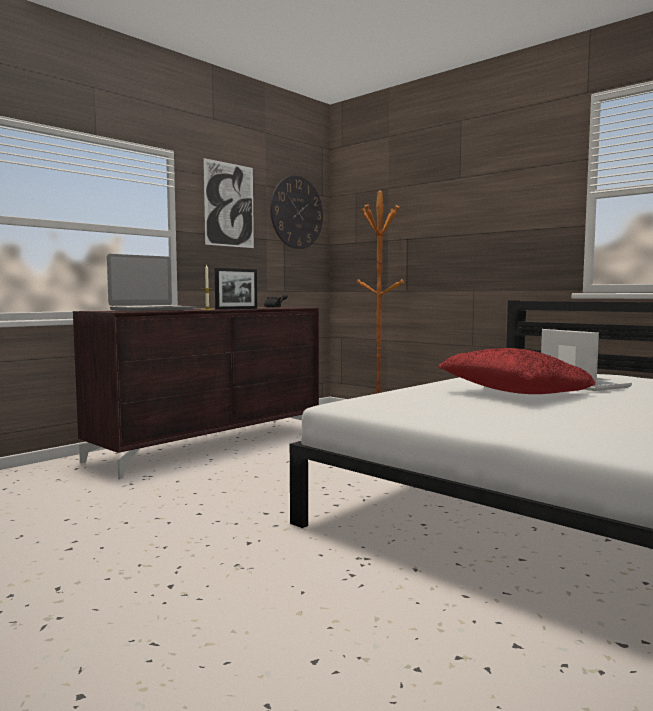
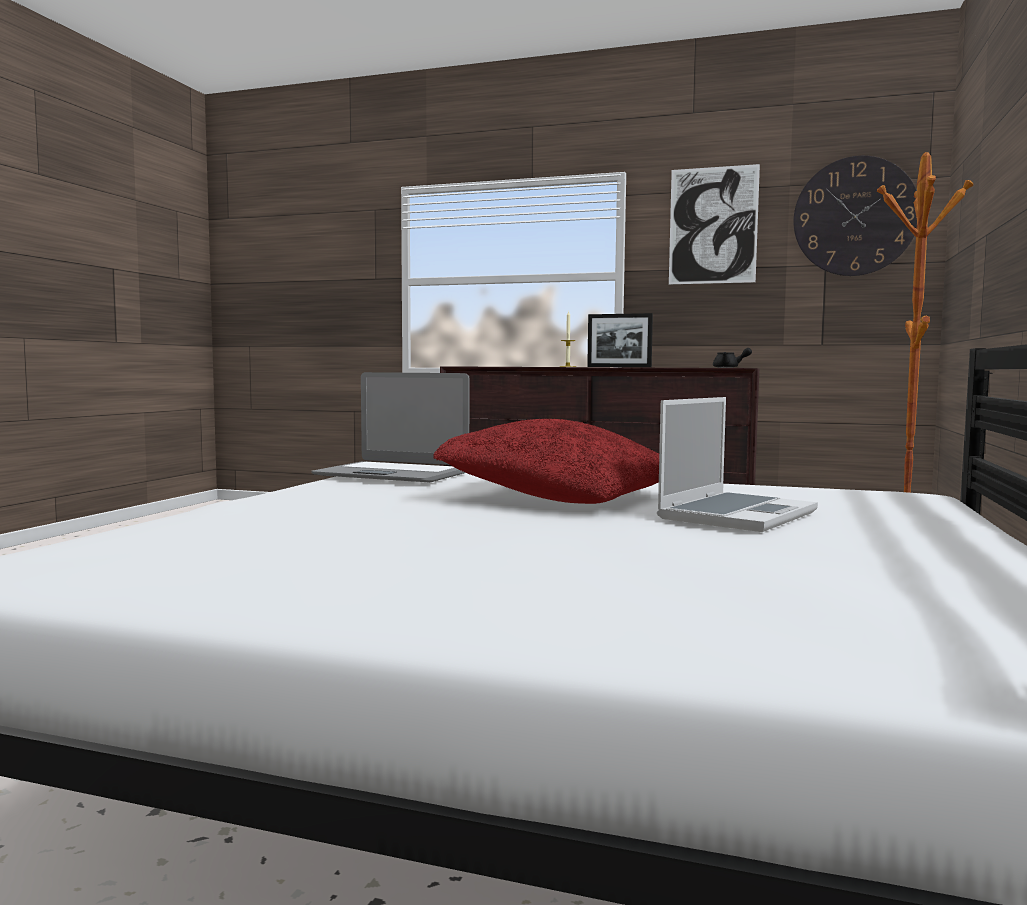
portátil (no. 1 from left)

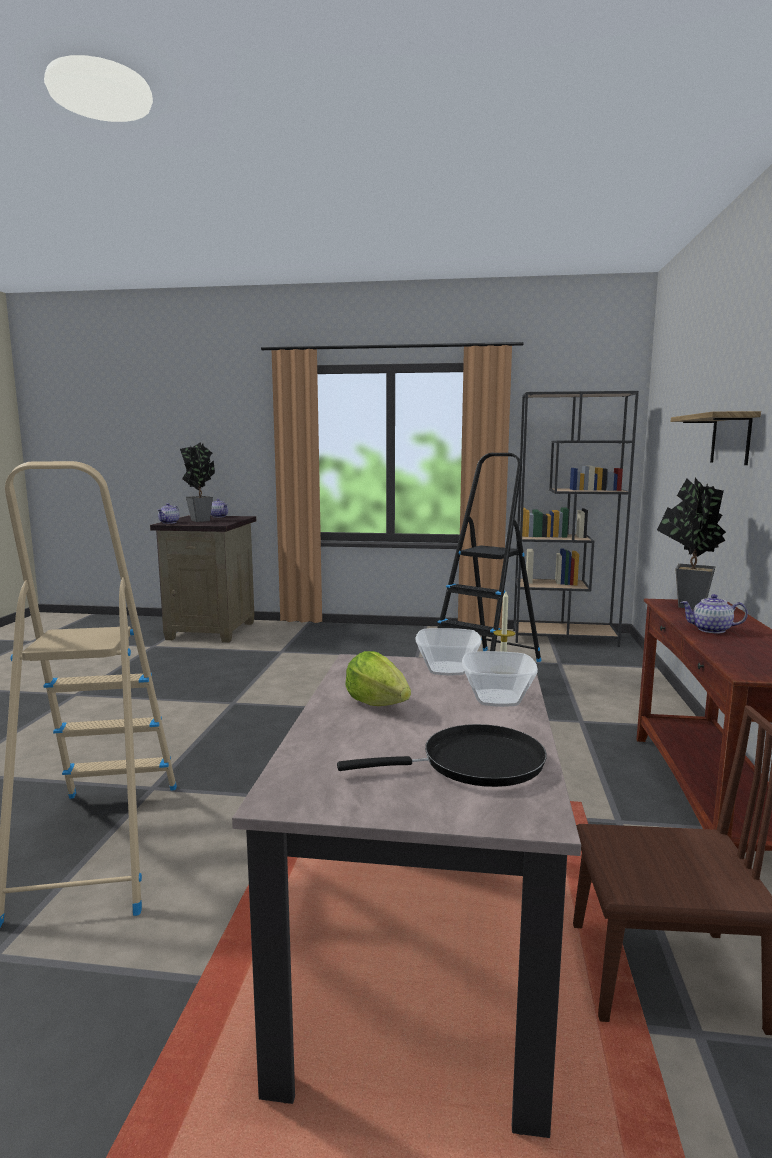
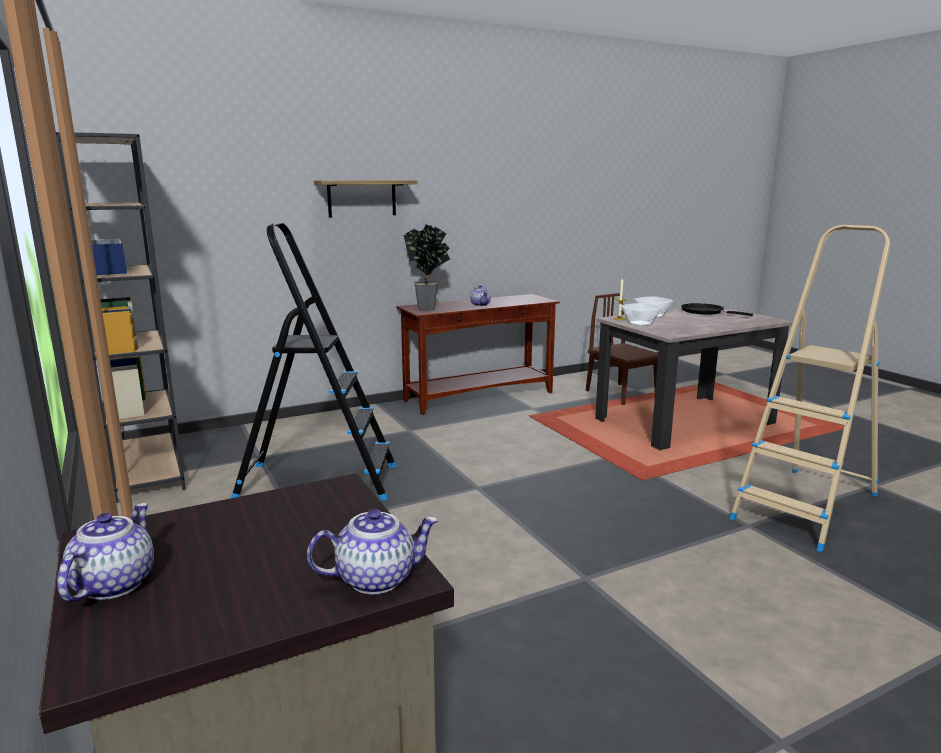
planta en maceta (no. 1 from left in the first image)
lechuga

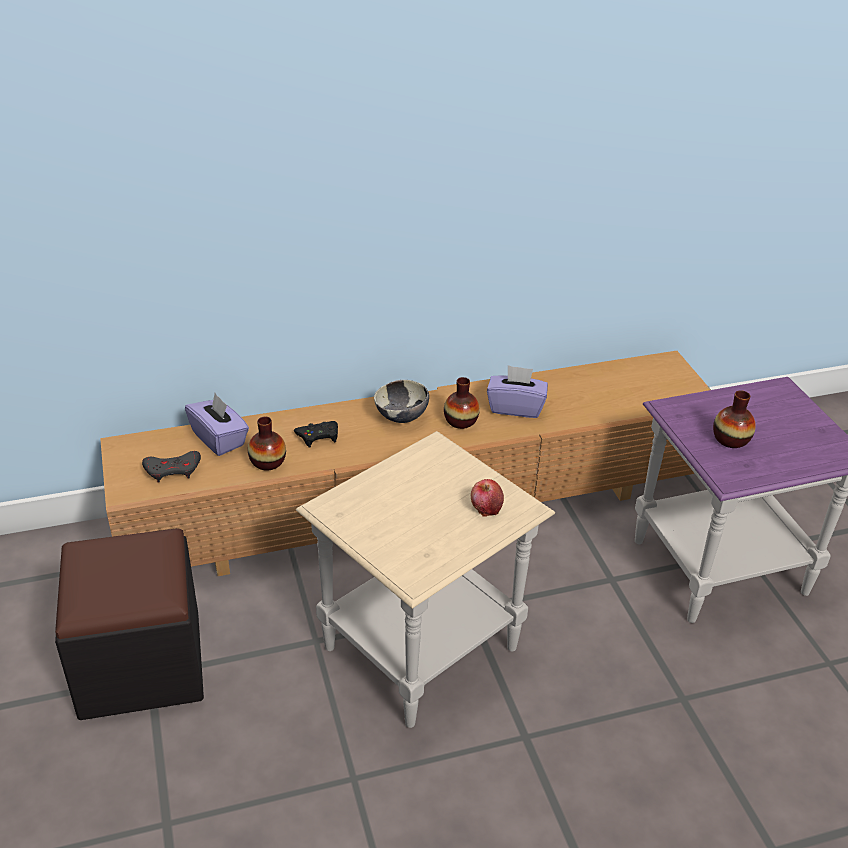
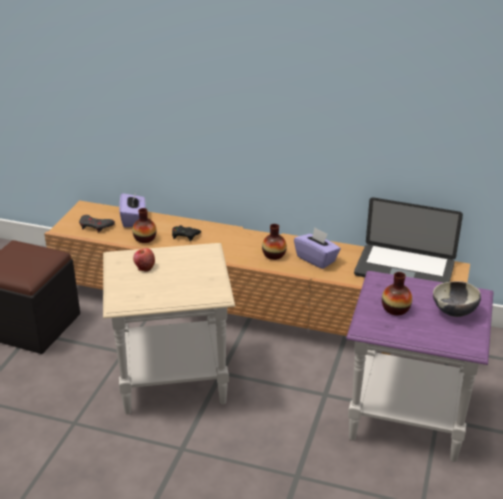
manzana
portátil
cuenco

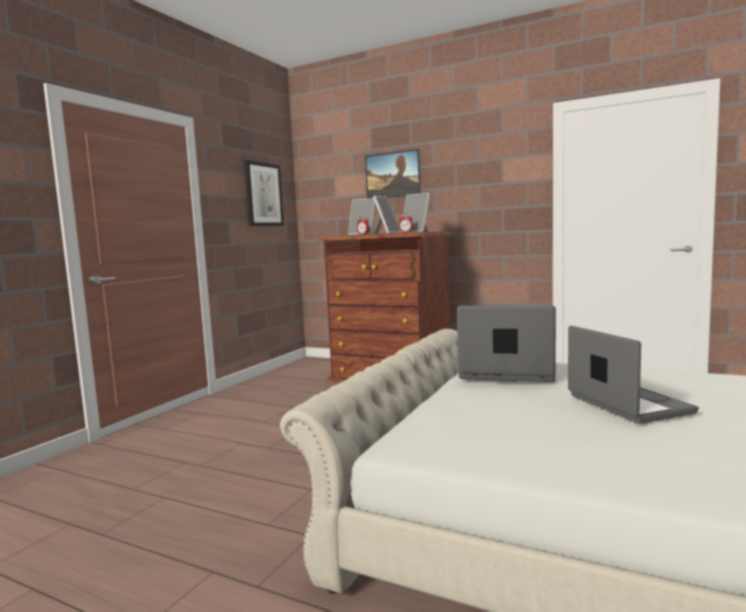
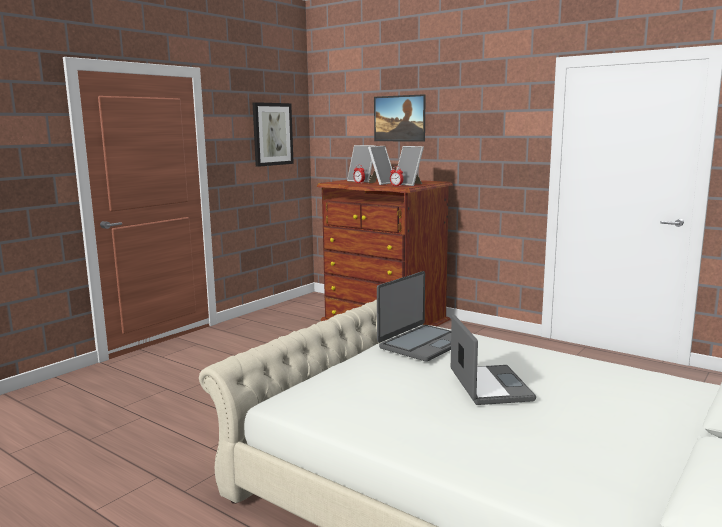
portátil (no. 1 from left)

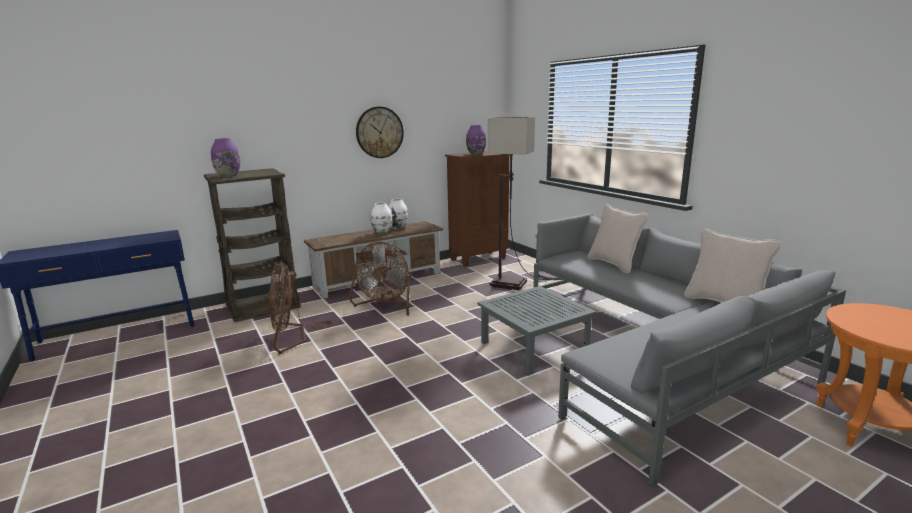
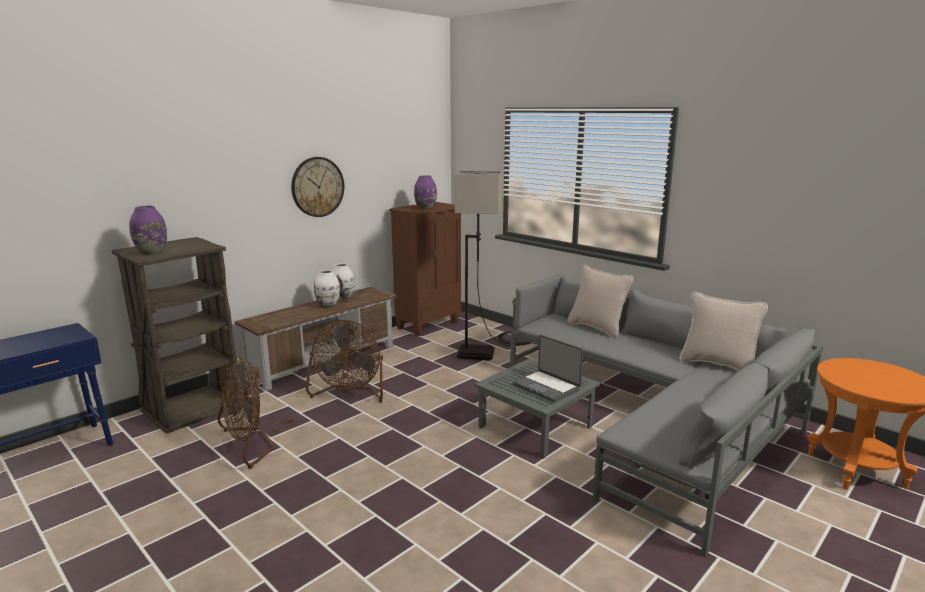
portátil

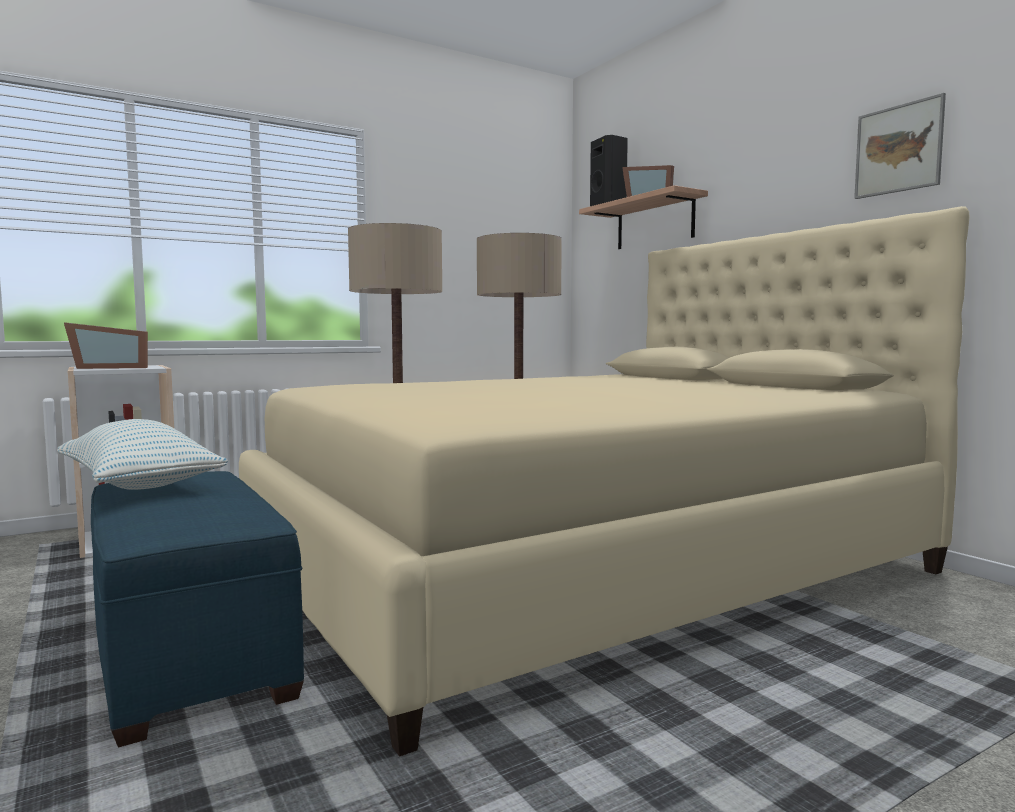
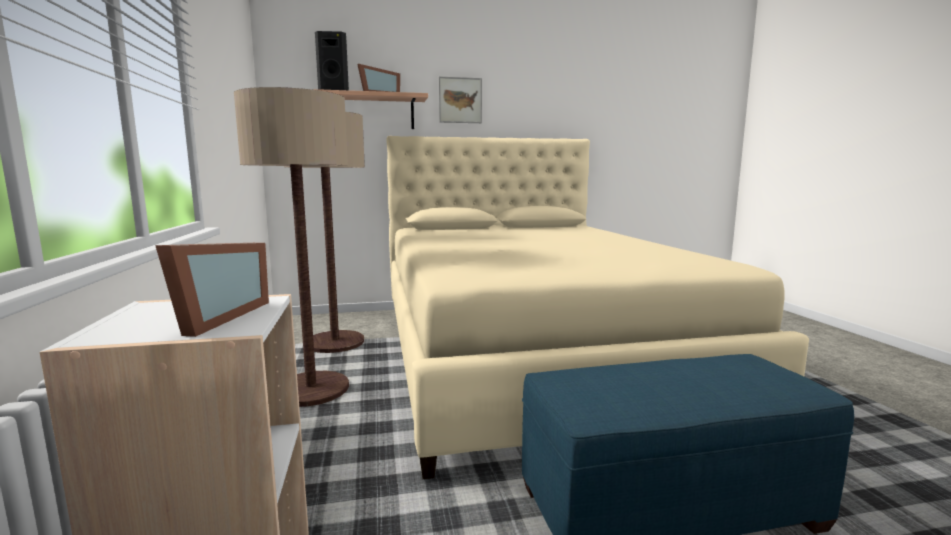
cuadro
cojín

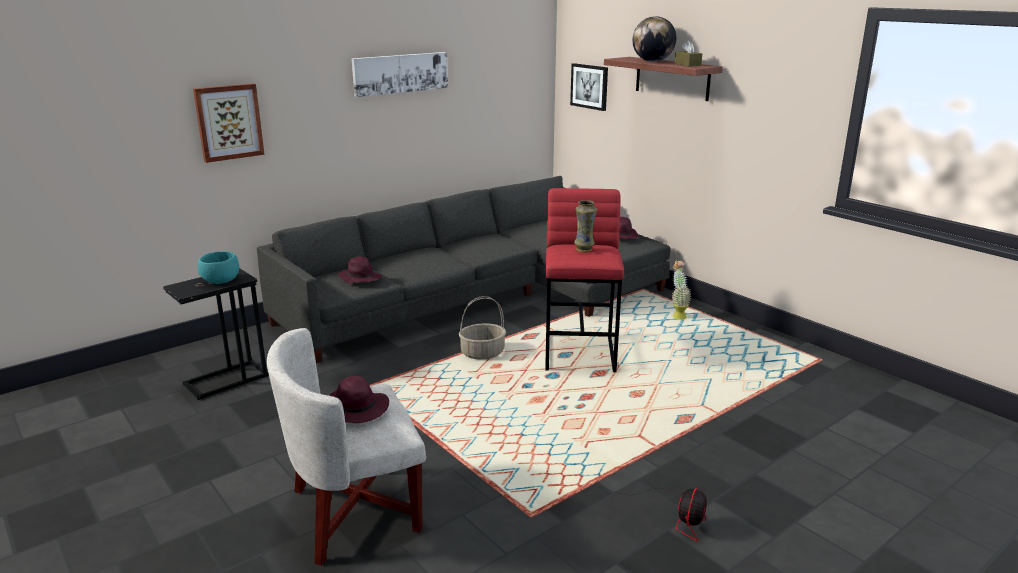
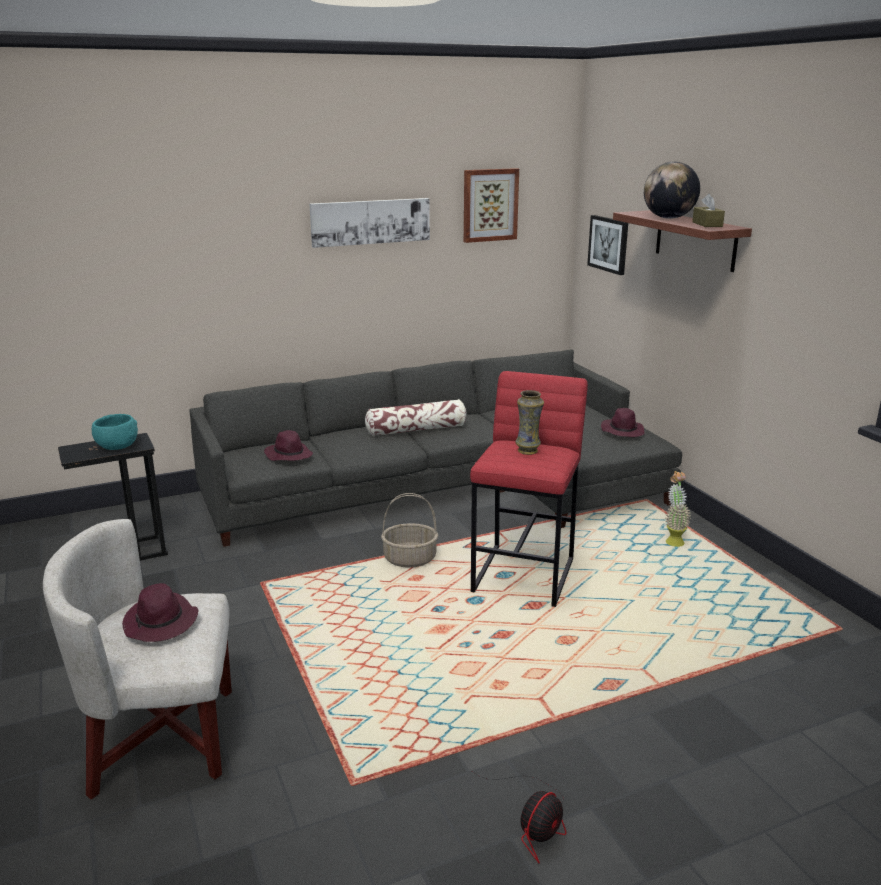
cojín
cuadro (no. 2 from left)

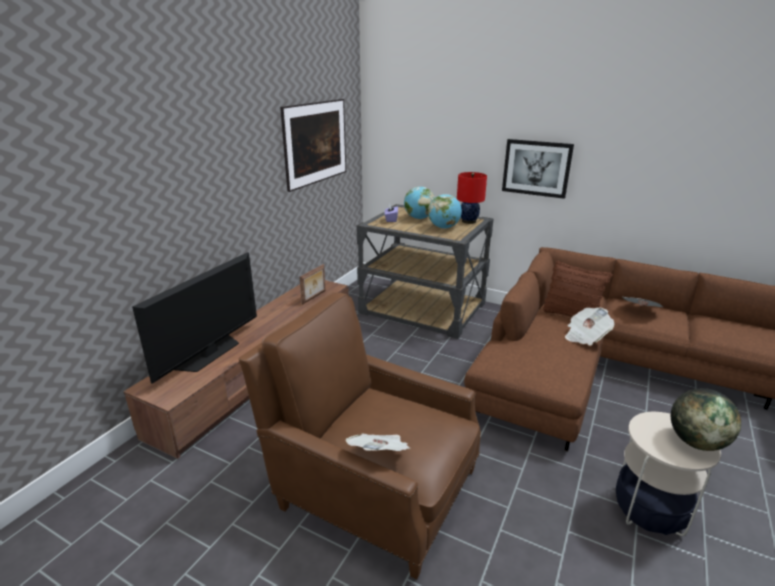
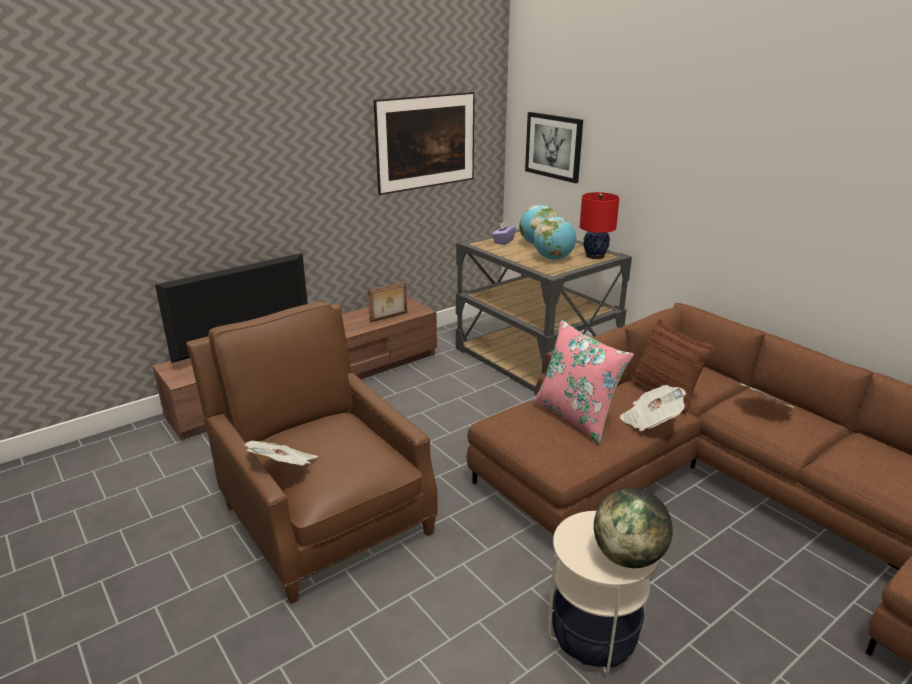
cuadro (no. 2 from left)
cojín [rosa]

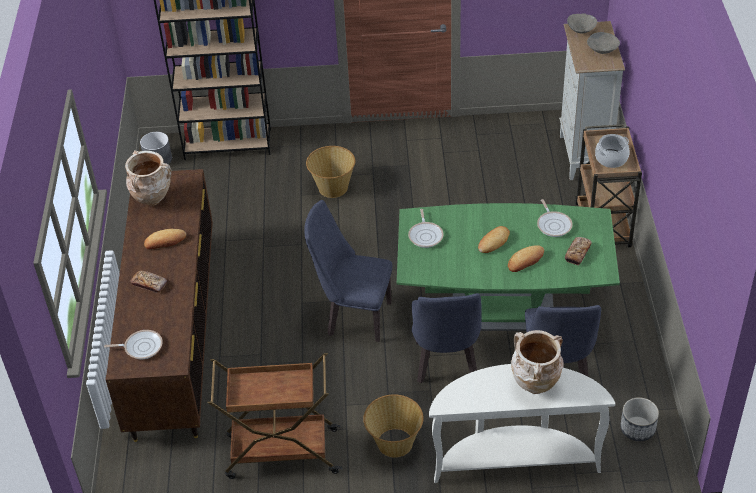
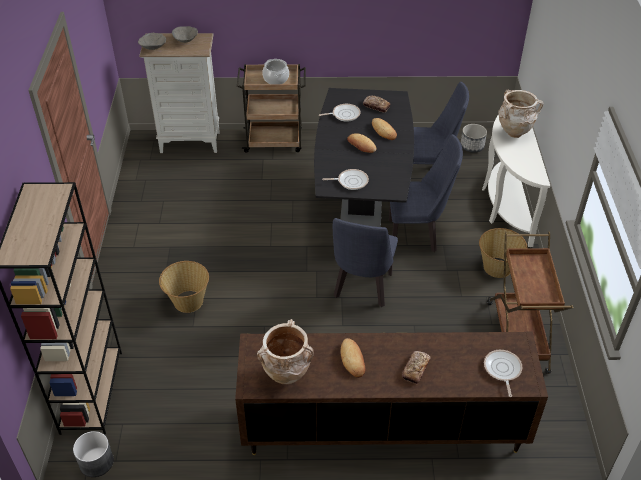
mesa de comedor [negro]

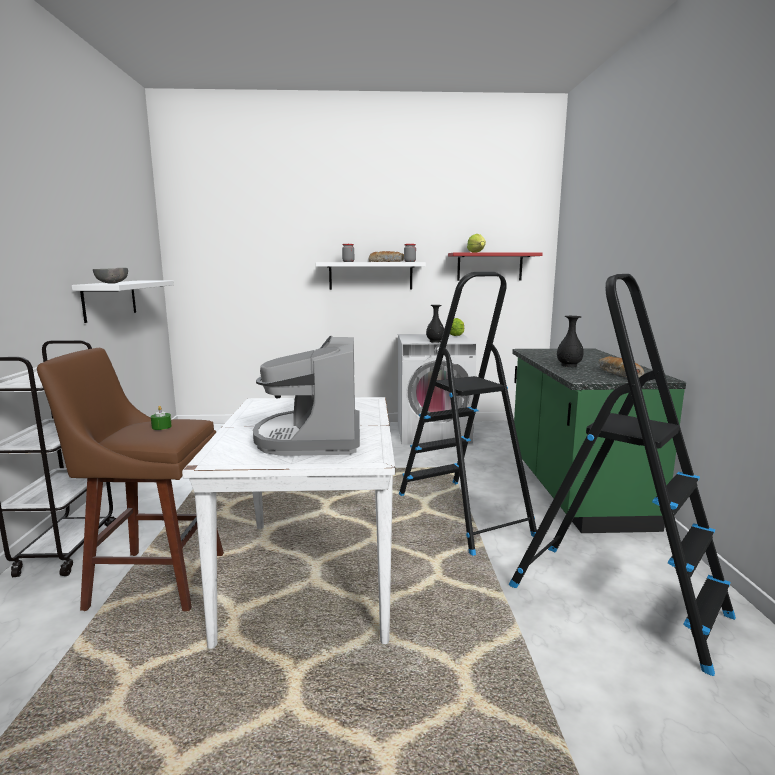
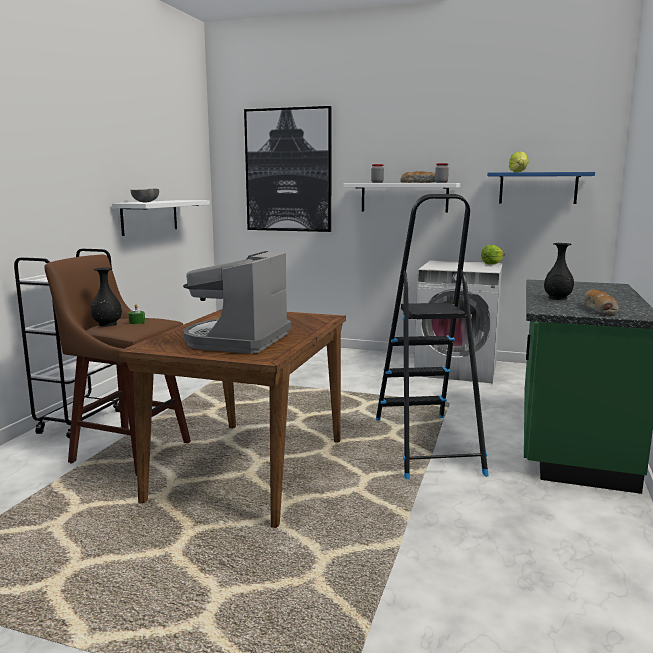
florero [negro] (no. 1 from left)
mesa de comedor [marrón]
cuadro
estante [azul]
escalera de tijera [negro] (no. 2 from left in the first image)

